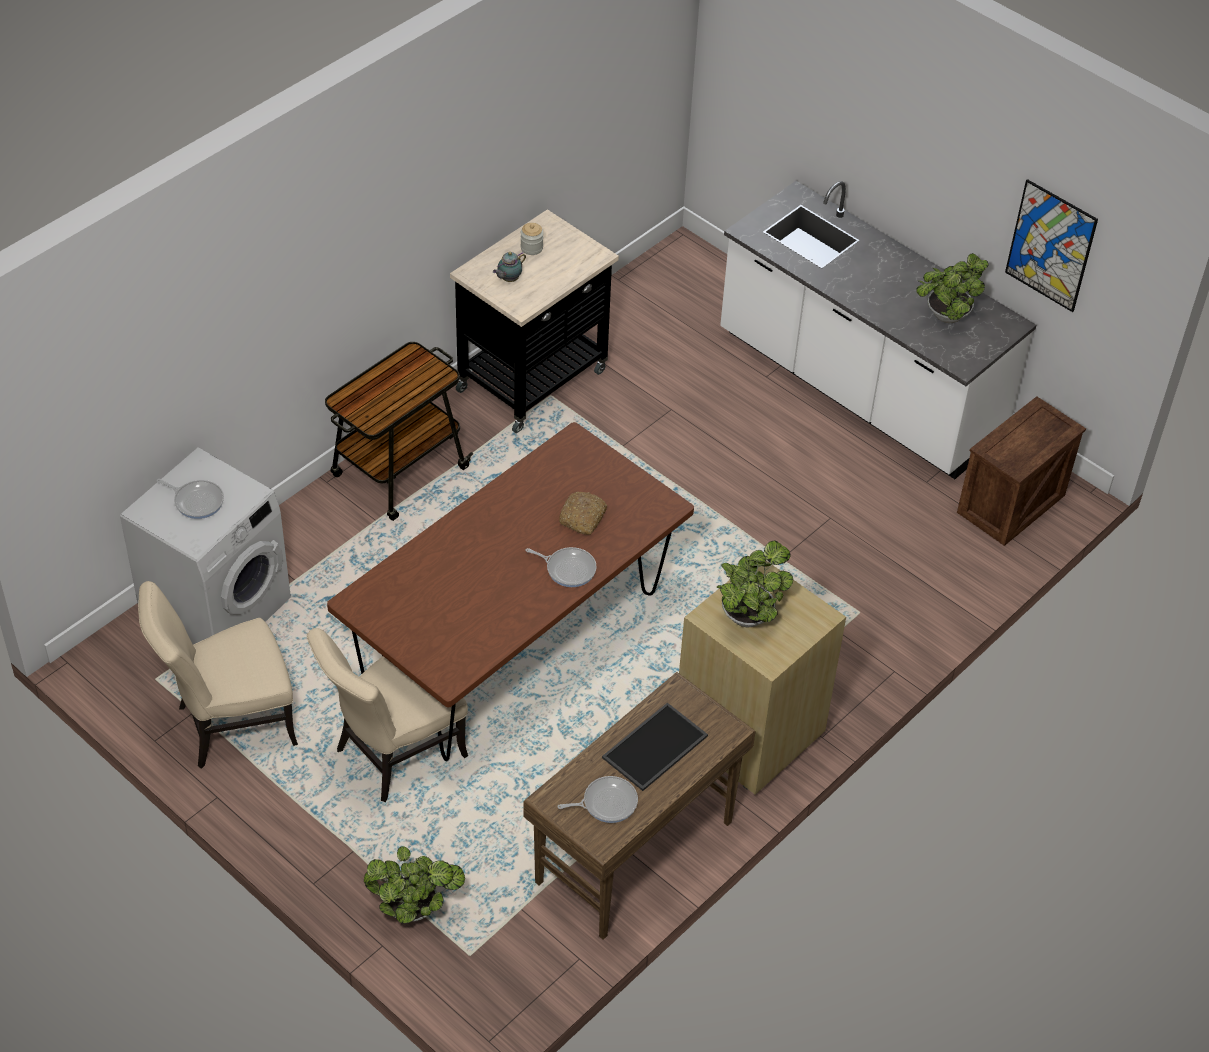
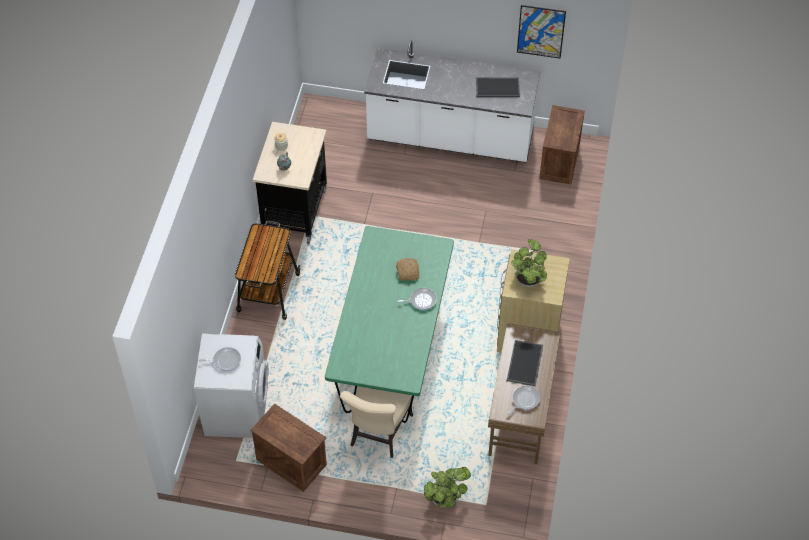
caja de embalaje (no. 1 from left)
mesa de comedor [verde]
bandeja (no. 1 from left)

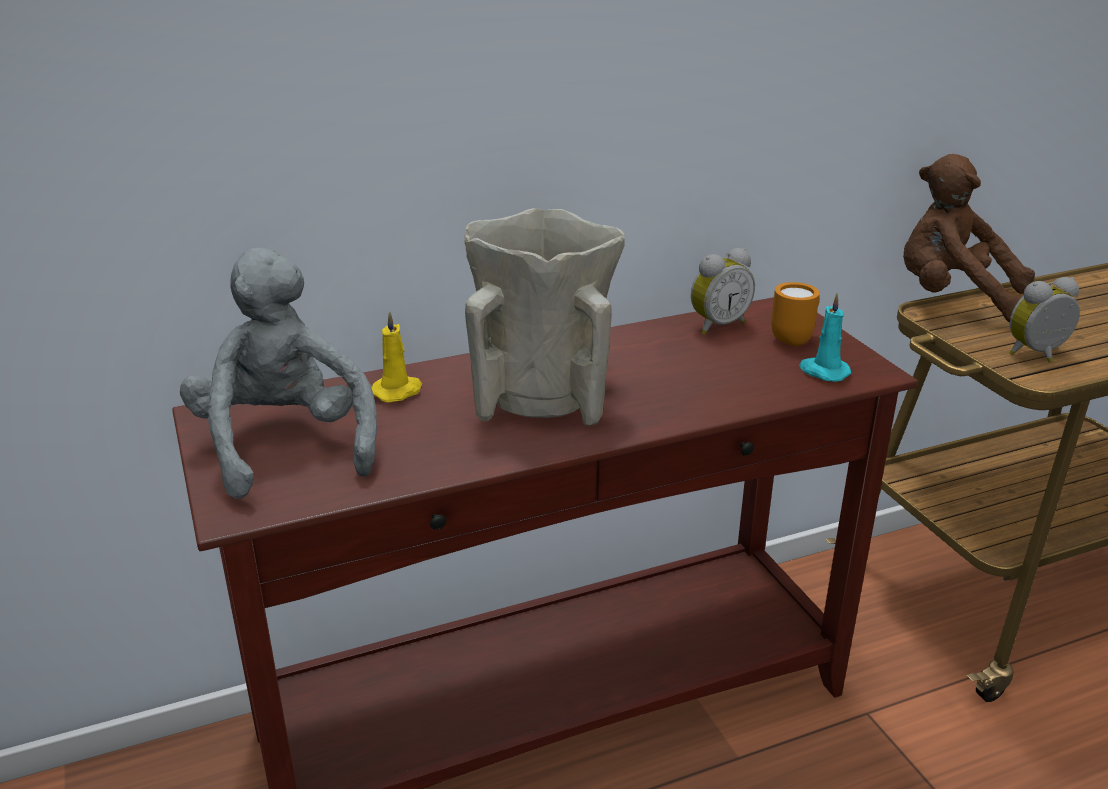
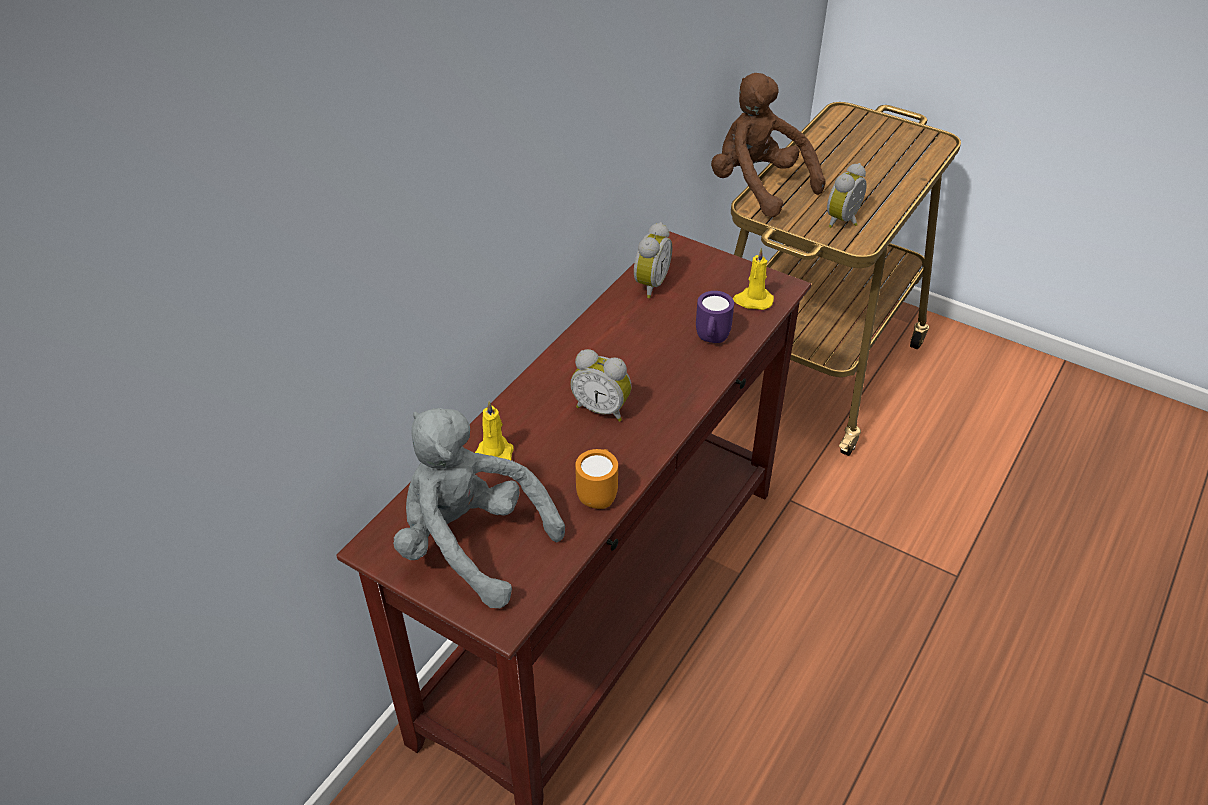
despertador (no. 1 from left)
taza grande [naranja]
taza grande [morado]
peluche [marrón]
vela [amarillo] (no. 2 from left)

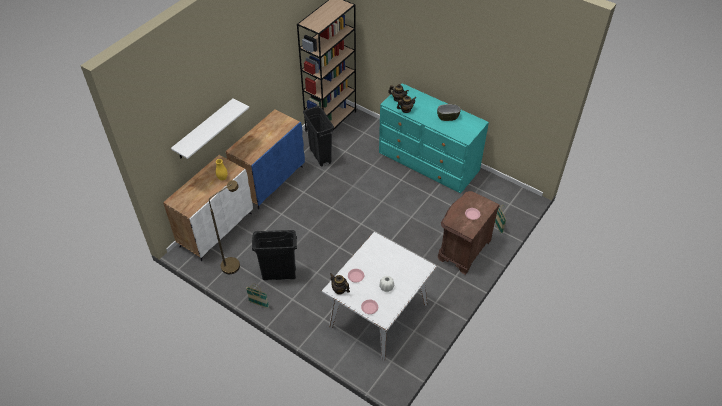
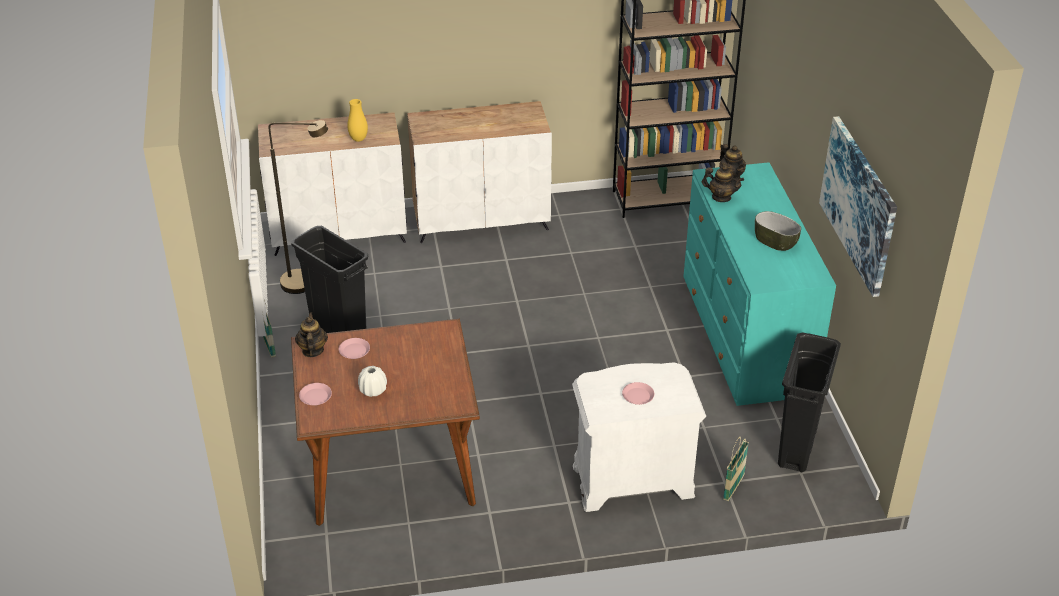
mesa de comedor [marrón]
armario [blanco] (no. 2 from left)
mesita de noche [blanco]
papelera [negro] (no. 2 from left)
cuadro
estante [blanco]

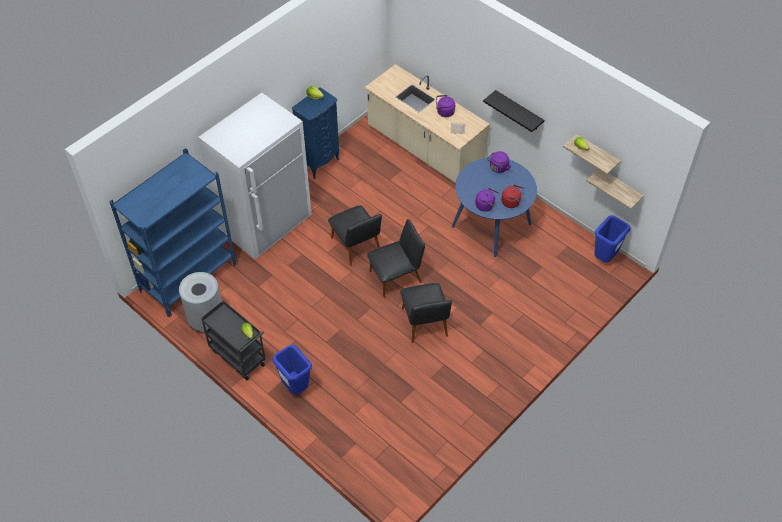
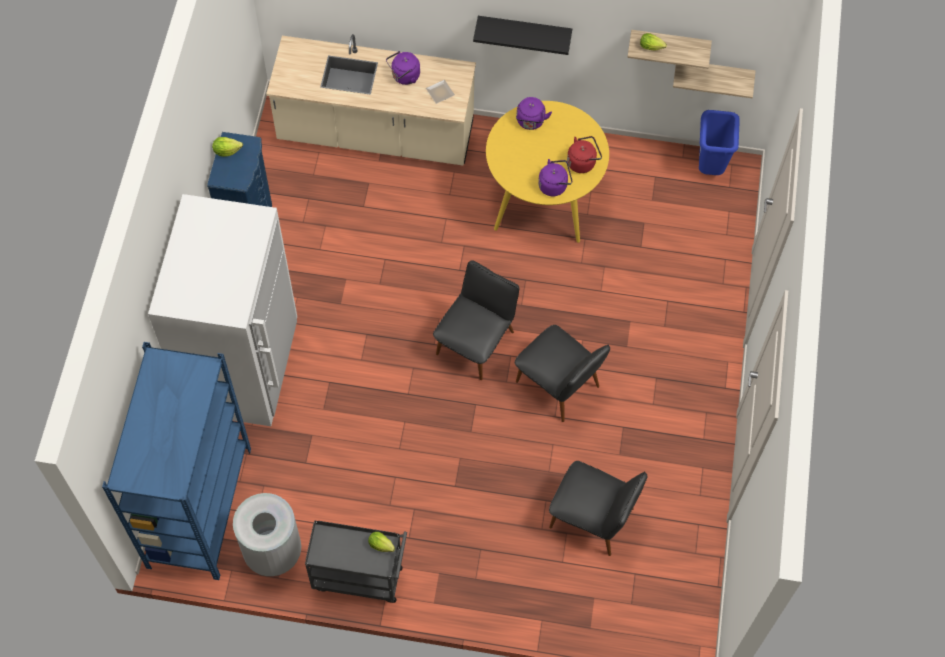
mesa de comedor [amarillo]
silla [negro] (no. 3 from left)
papelera [azul] (no. 1 from left in the first image)

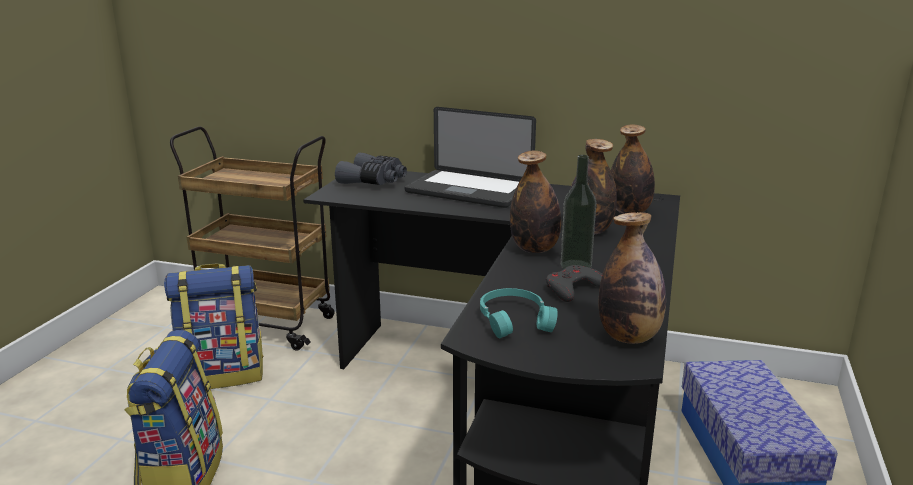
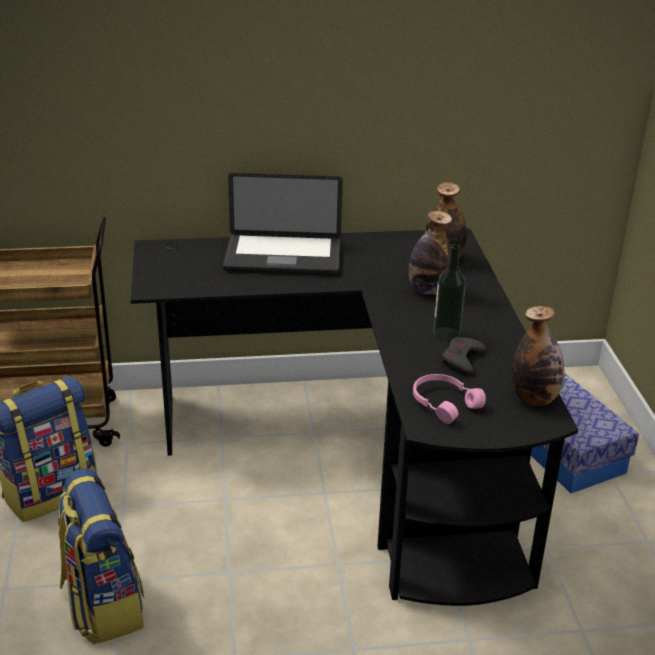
auriculares [rosa]
prismáticos [gris]
botella (no. 1 from left in the first image)

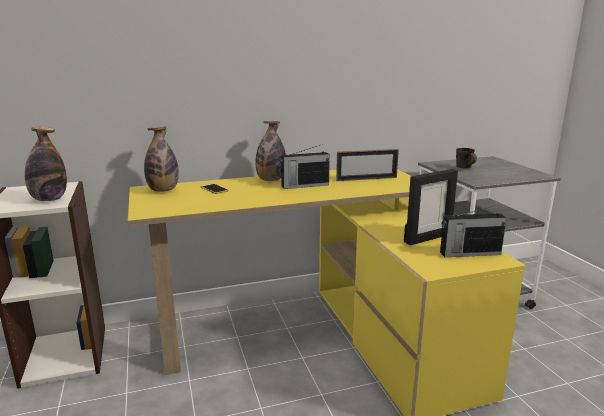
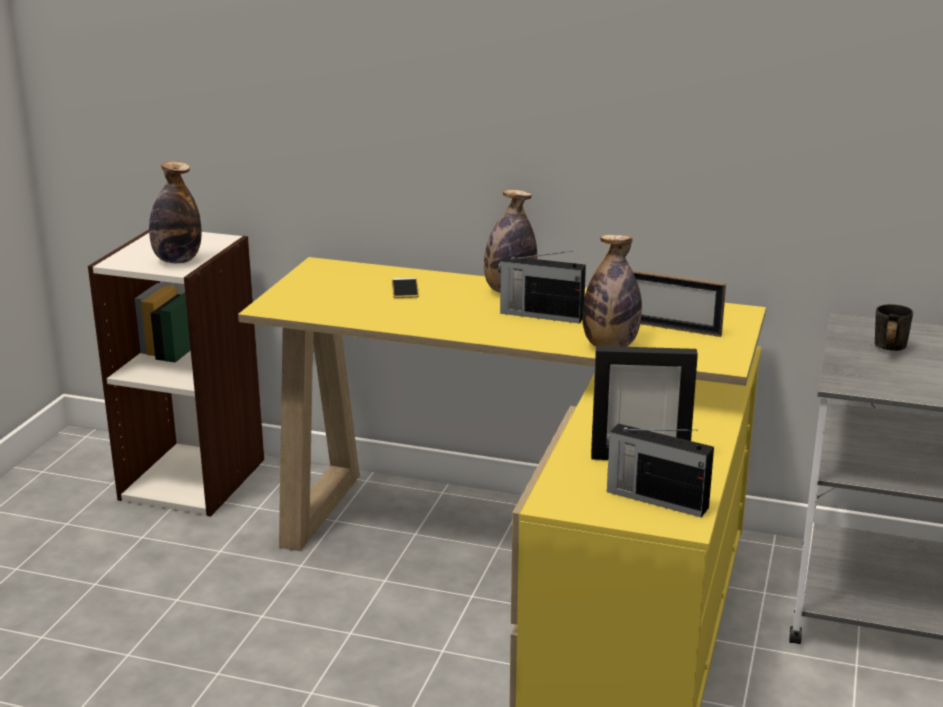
botella (no. 3 from left)

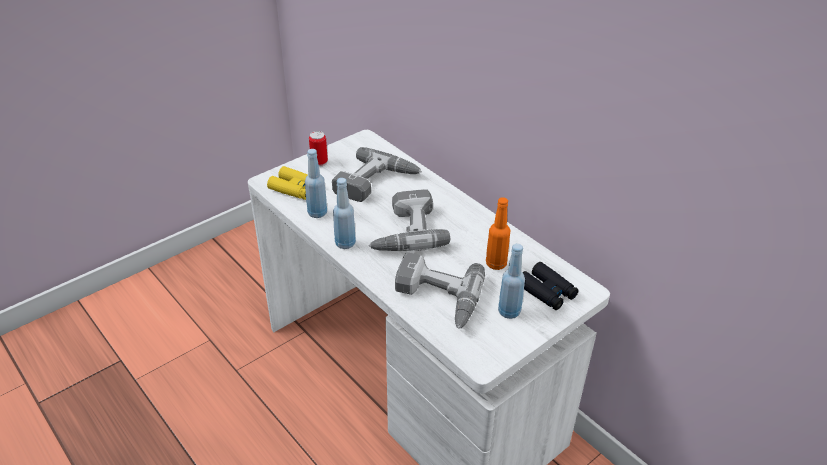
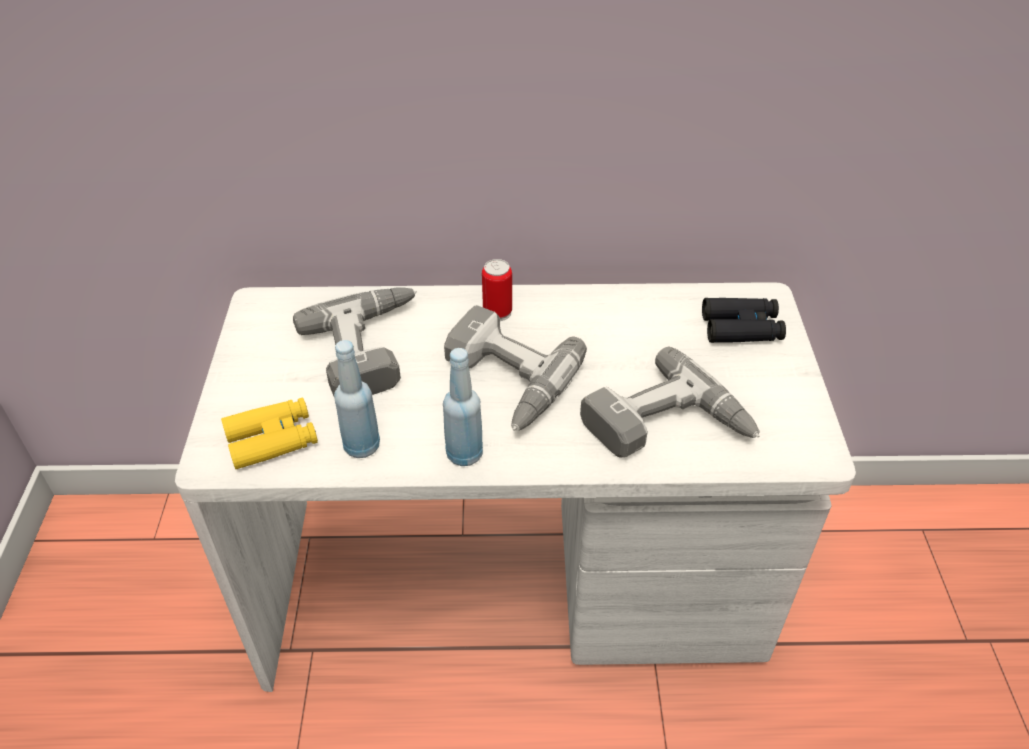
lata
botella [naranja]
botella [azul] (no. 3 from left in the first image)

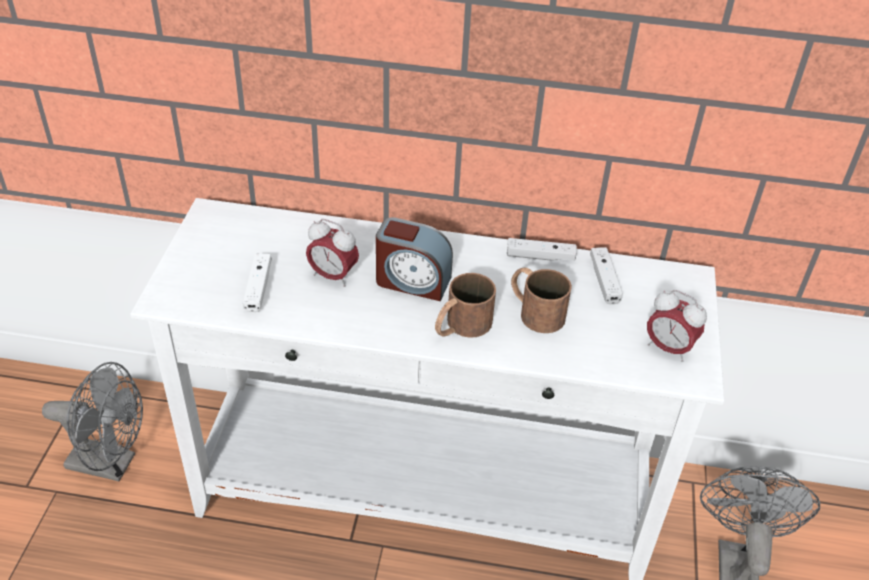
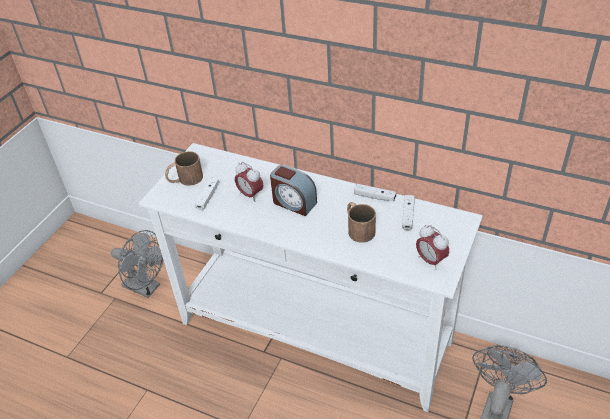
taza grande [marrón] (no. 1 from left)

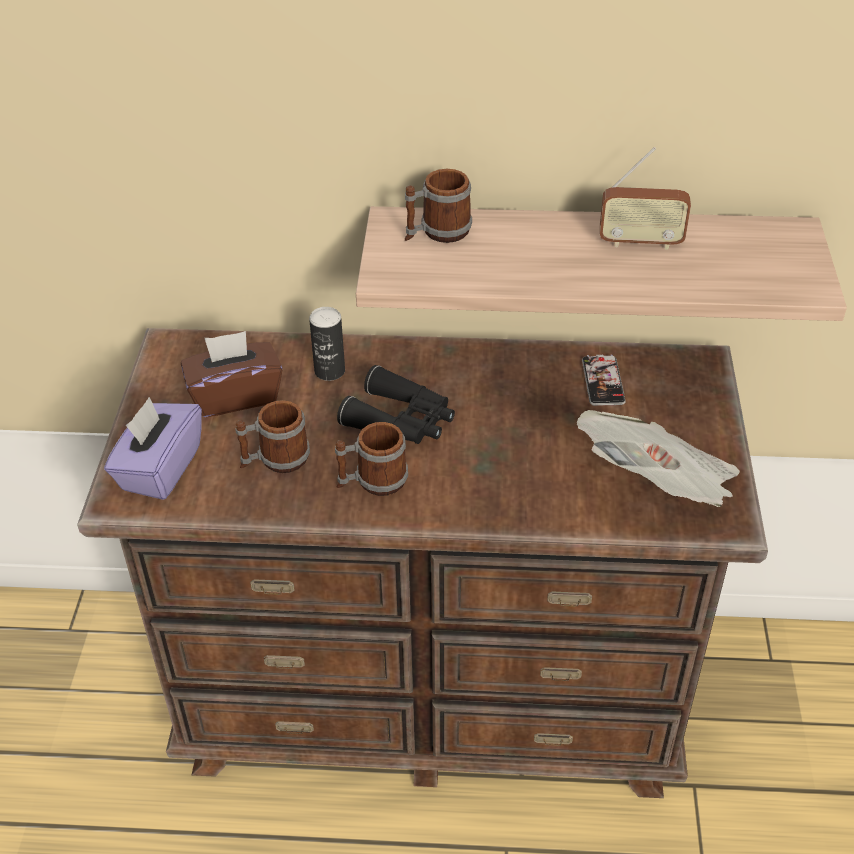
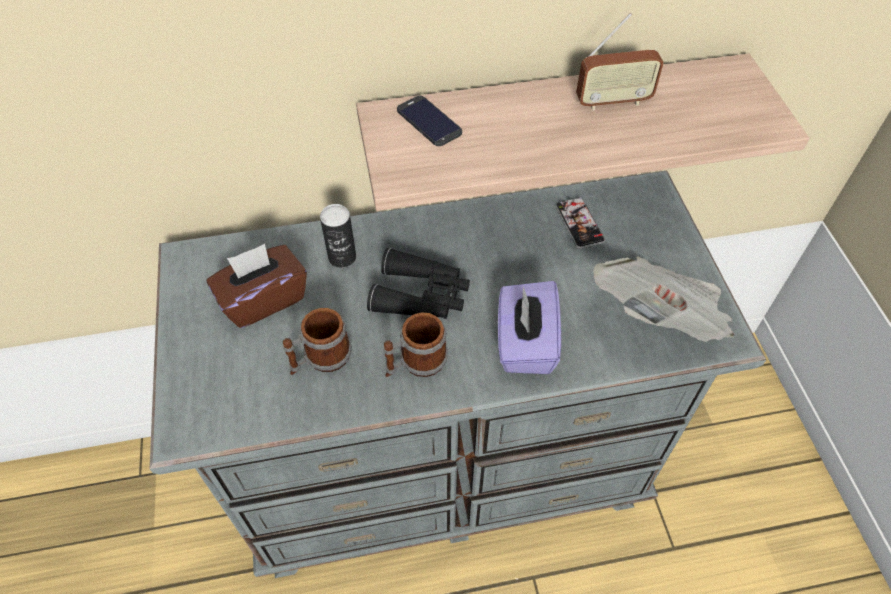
cómoda [gris]
móvil (no. 1 from left)
caja de pañuelos [morado]

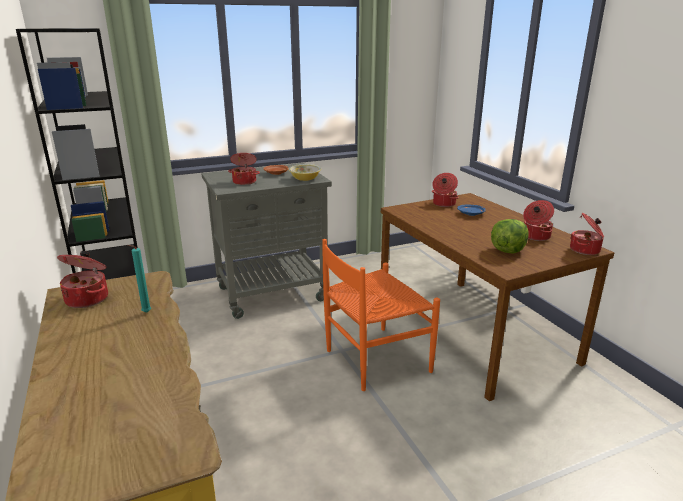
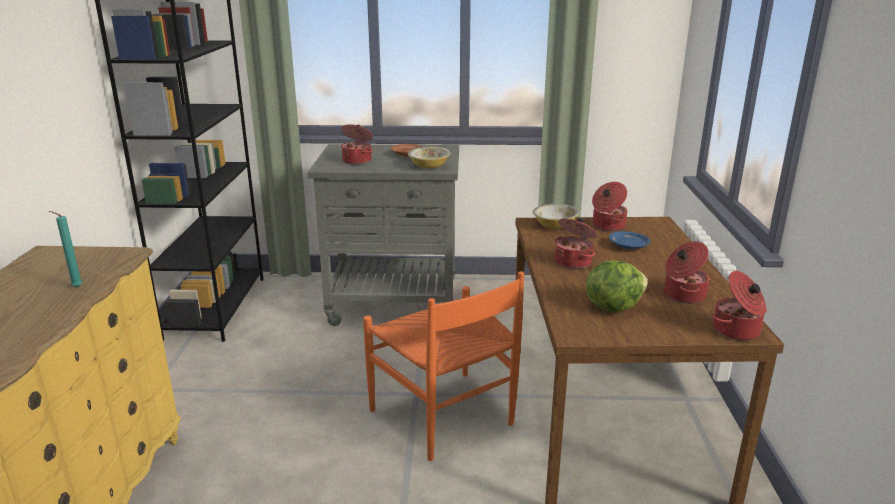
silla [naranja]
cuenco (no. 2 from left)
olla (no. 2 from left)

